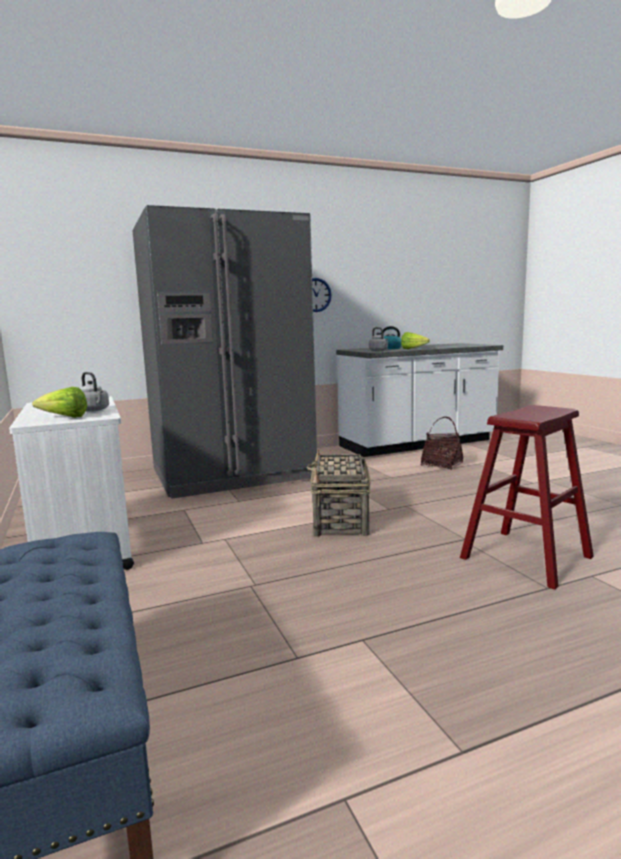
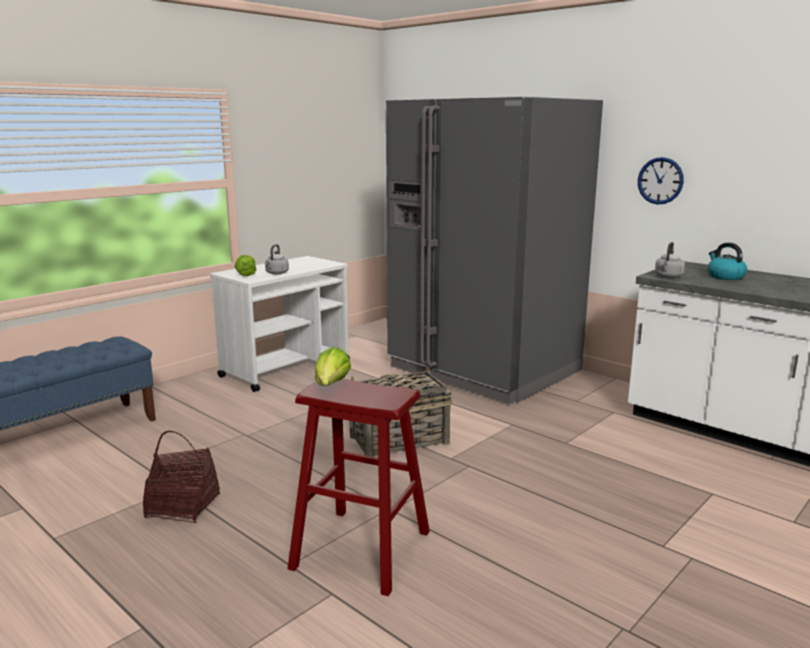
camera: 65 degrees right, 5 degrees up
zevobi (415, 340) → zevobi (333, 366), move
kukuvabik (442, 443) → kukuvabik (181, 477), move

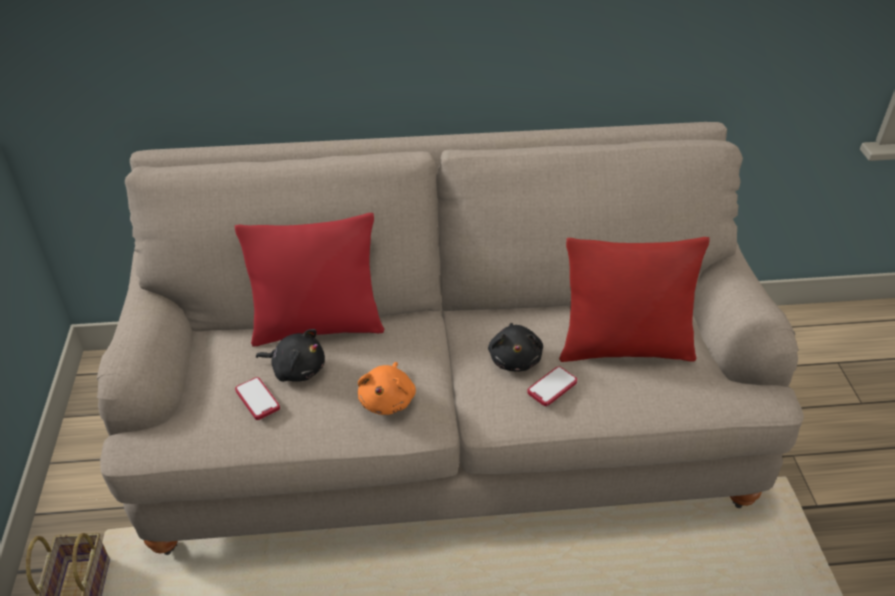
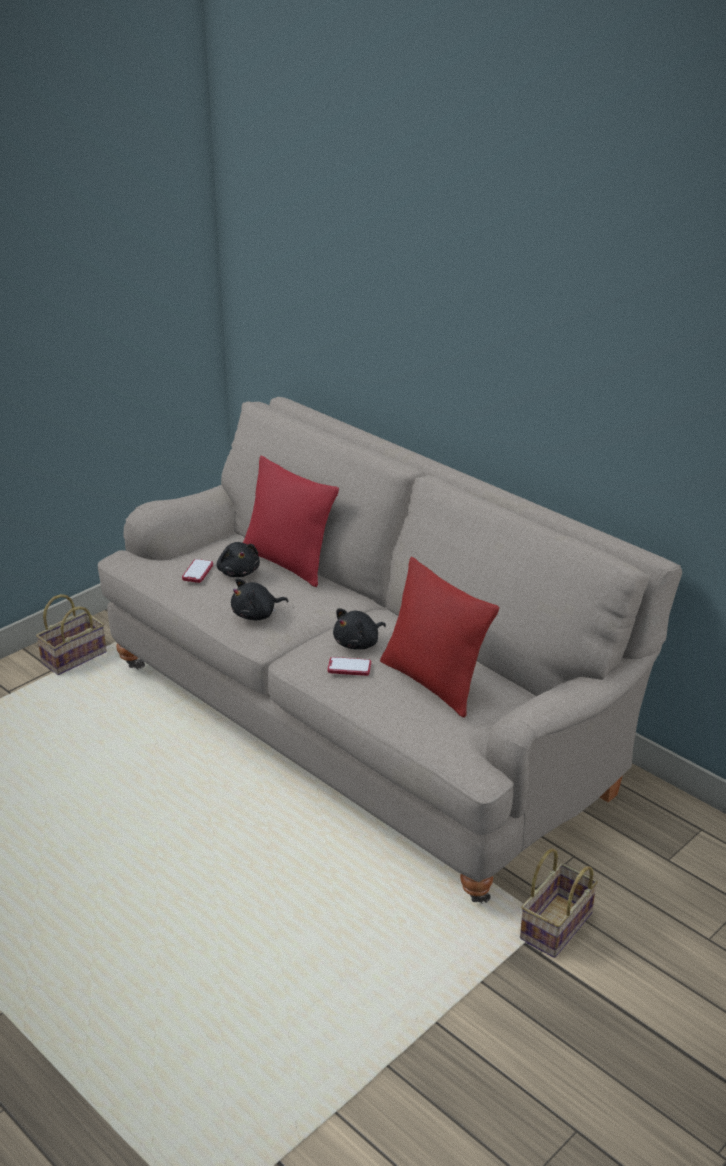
camera: 50 degrees right, 10 degrees down
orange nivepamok (387, 388) → black nivepamok (260, 599)
- → kukuvabik (559, 903)

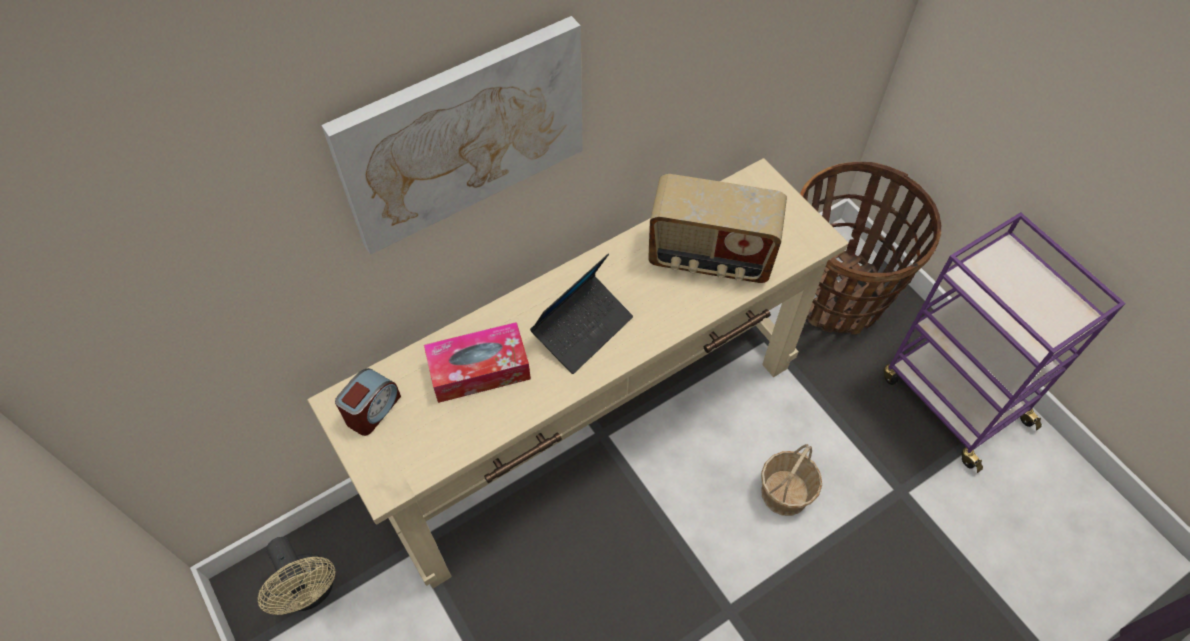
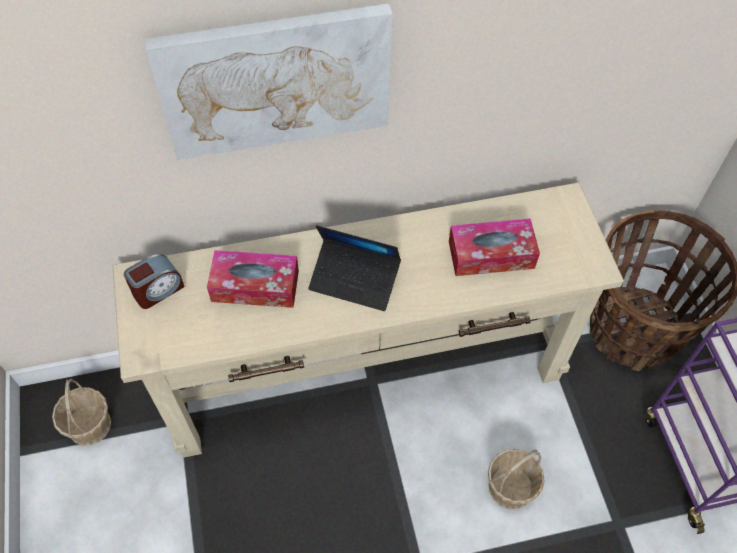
camera: 20 degrees right, 0 degrees up
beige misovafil (296, 576) → kukuvabik (81, 412)
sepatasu (581, 314) → sepatasu (354, 268), 45 degrees clockwise
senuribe (717, 228) → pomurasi (494, 247)

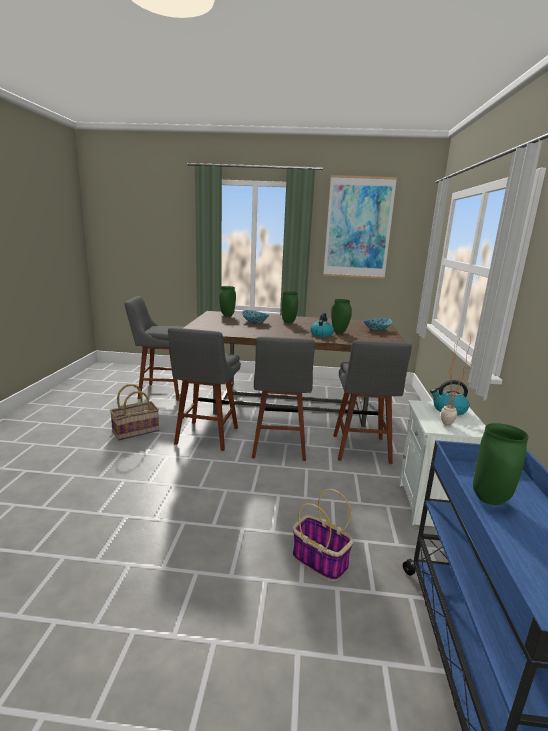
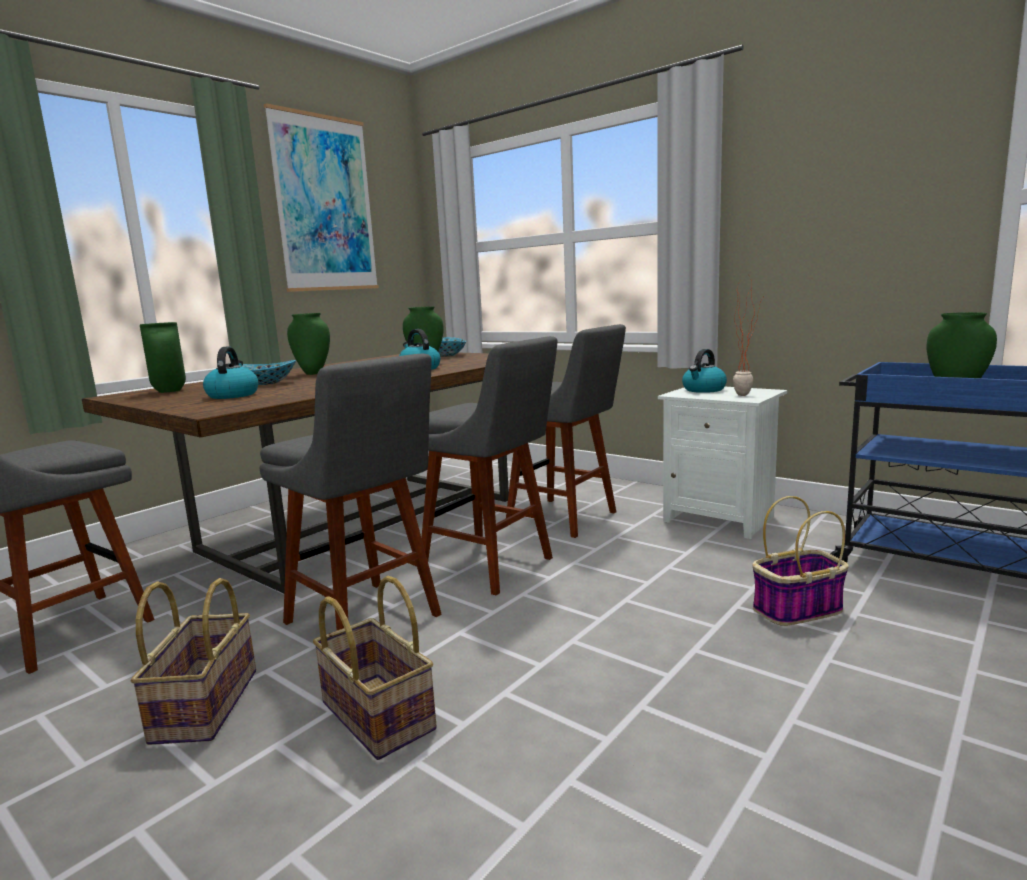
camera: 55 degrees left, 5 degrees down
- → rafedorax (231, 372)
- → kukuvabik (375, 668)

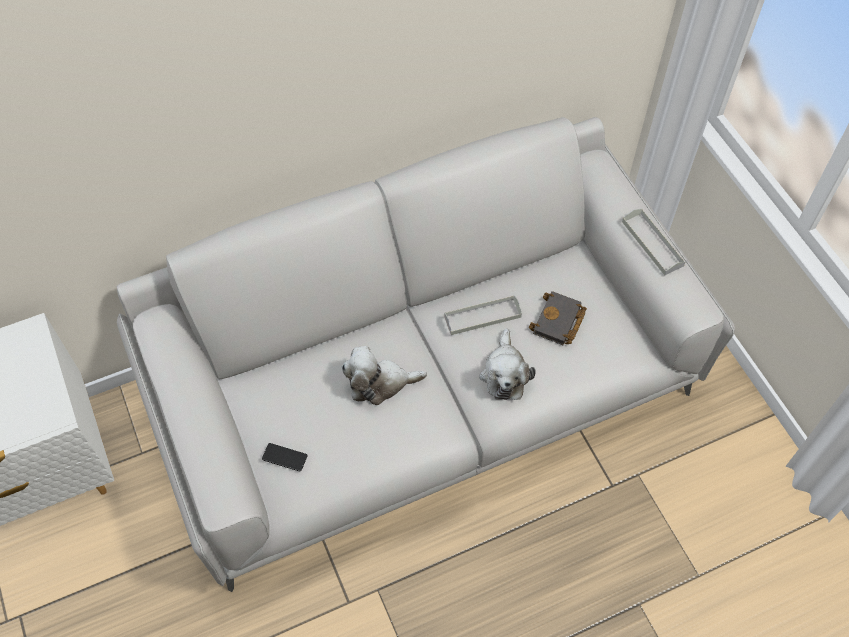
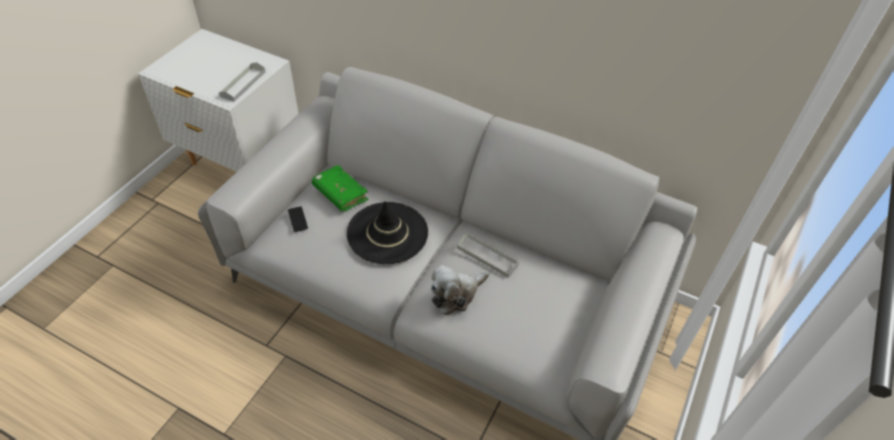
camera: 50 degrees right, 10 degrees down
nivepamok (384, 375) → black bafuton (387, 232)
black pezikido (558, 318) → -
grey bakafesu (654, 242) → grey bakafesu (242, 82), move
- → green pezikido (340, 188)

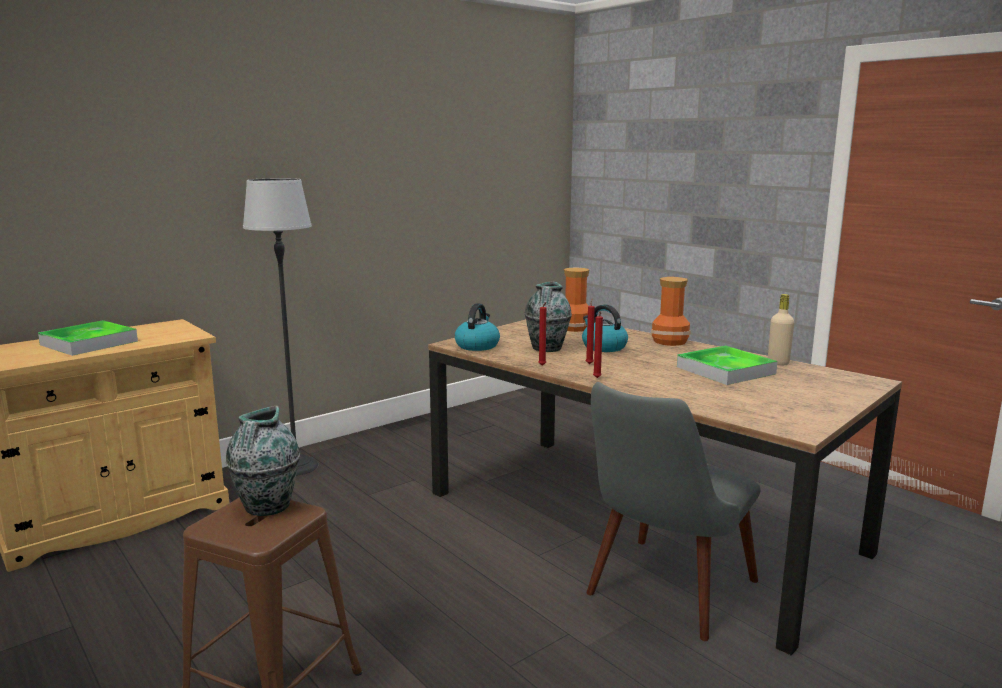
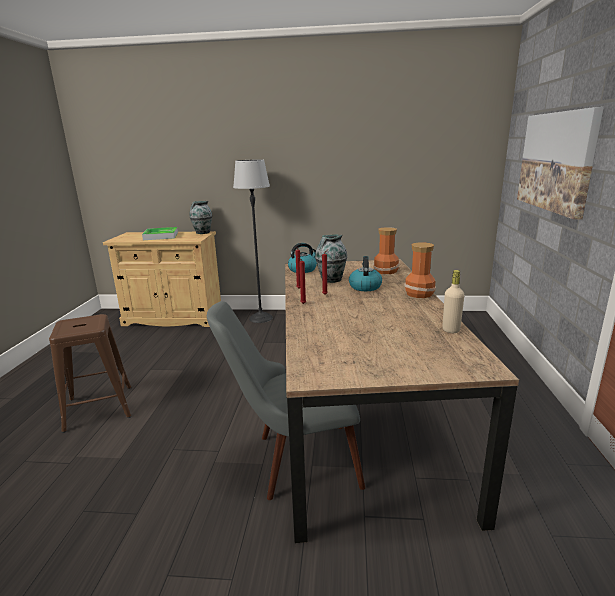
camera: 45 degrees right, 5 degrees up
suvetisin (263, 461) → suvetisin (200, 217), move
bakafesu (727, 365) → -
- → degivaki (560, 163)

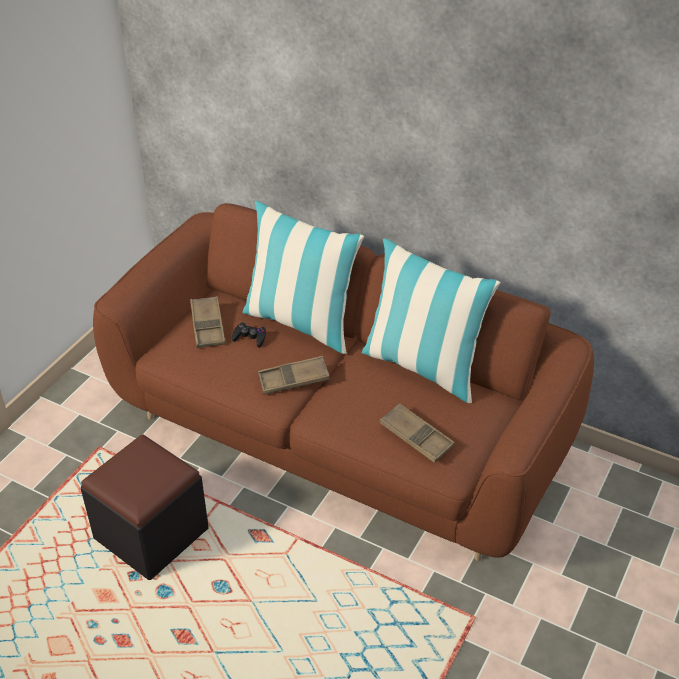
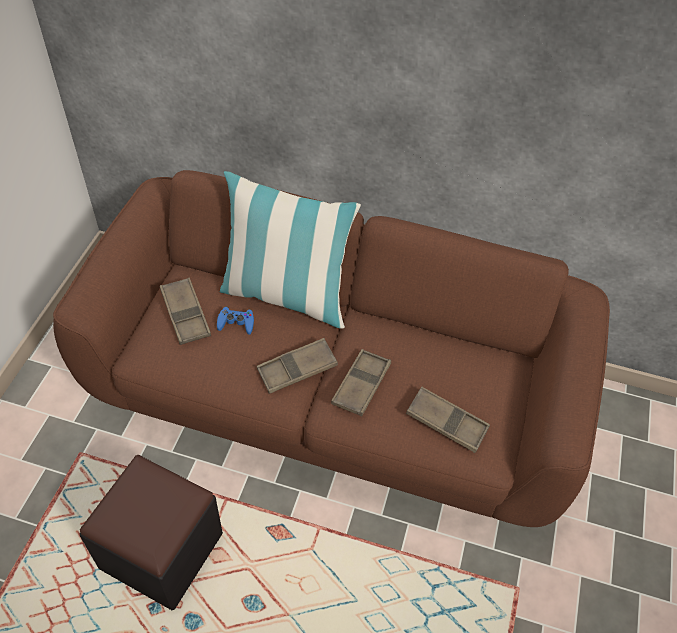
camera: 15 degrees left, 10 degrees up
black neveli (249, 335) → blue neveli (235, 320)
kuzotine (430, 320) → -
- → brown bakafesu (361, 382)

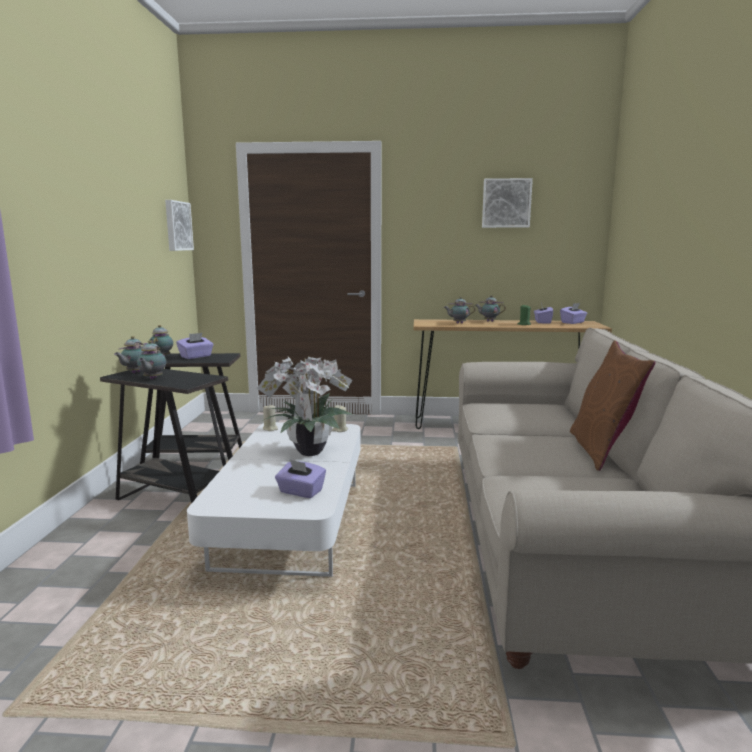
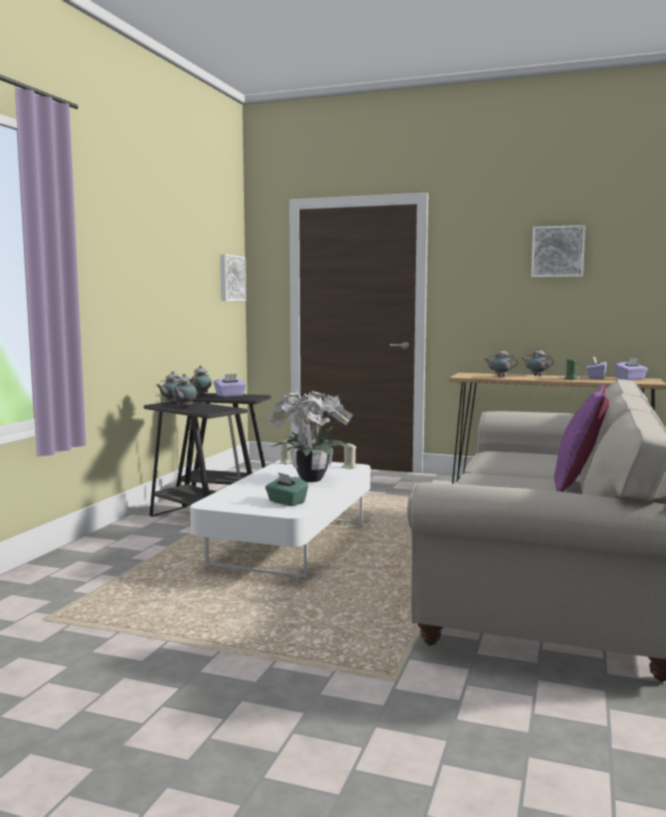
camera: 15 degrees right, 5 degrees down
purple pomurasi (300, 478) → green pomurasi (286, 489)
brown kuzotine (612, 405) → purple kuzotine (581, 438)

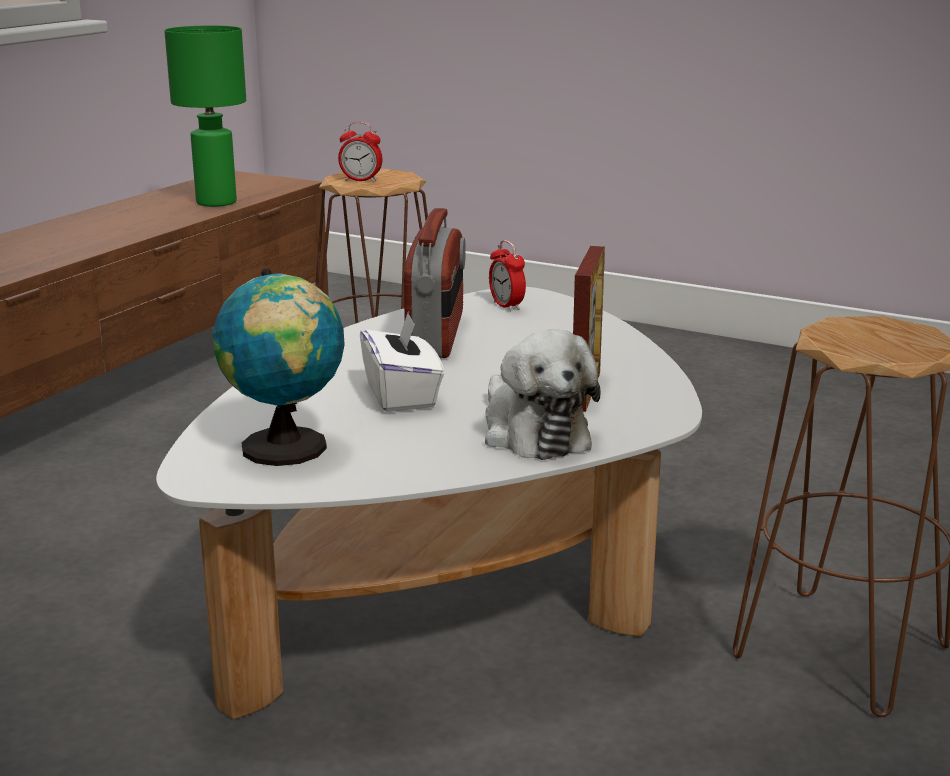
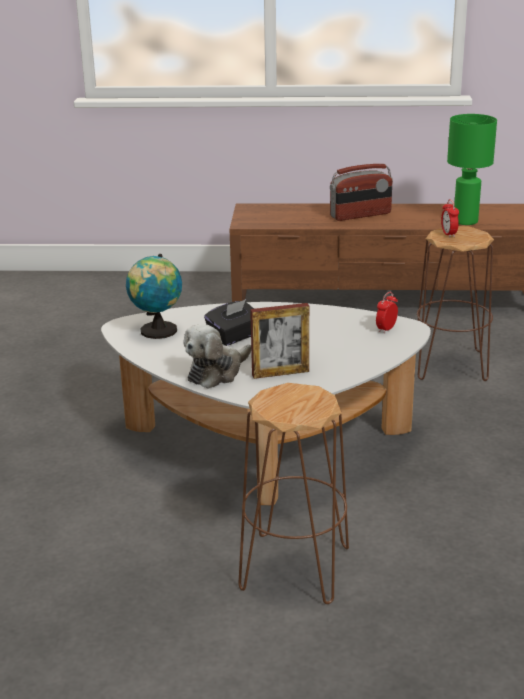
camera: 65 degrees right, 5 degrees up
white pomurasi (402, 361) → black pomurasi (229, 322)
senuribe (435, 283) → senuribe (361, 192), move

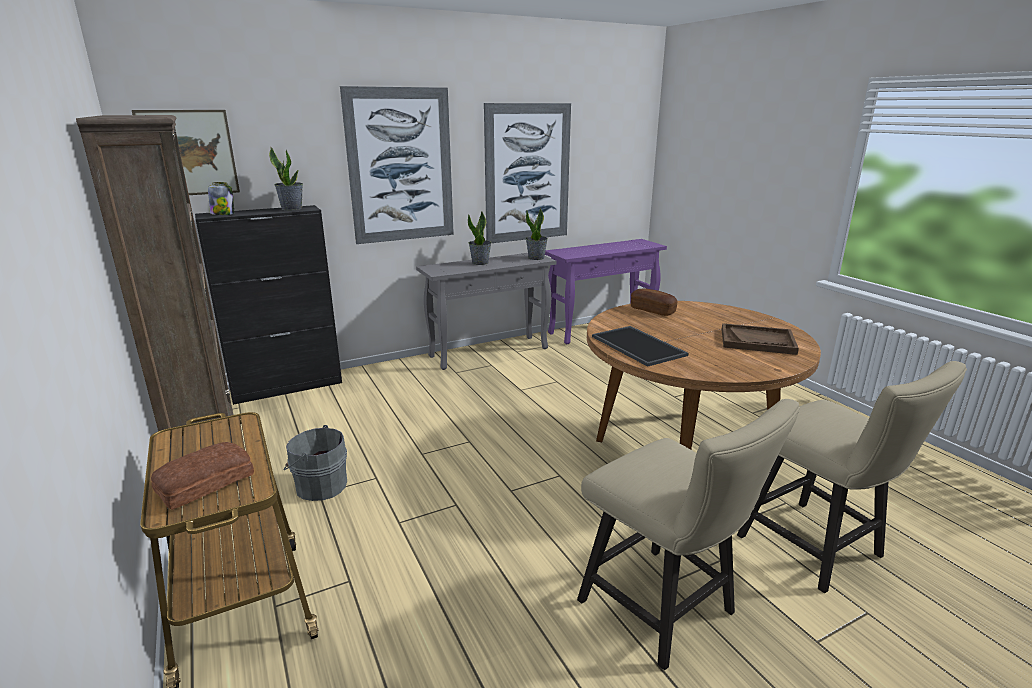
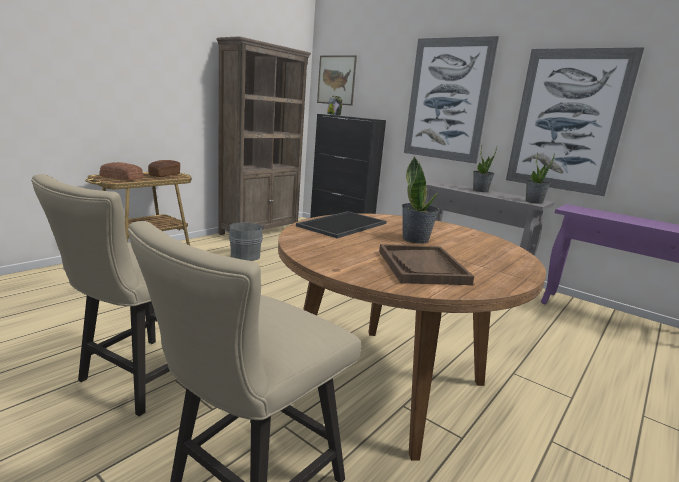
camera: 65 degrees right, 5 degrees down
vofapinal (286, 178) → vofapinal (420, 199), move
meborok (654, 302) → meborok (164, 168), move

